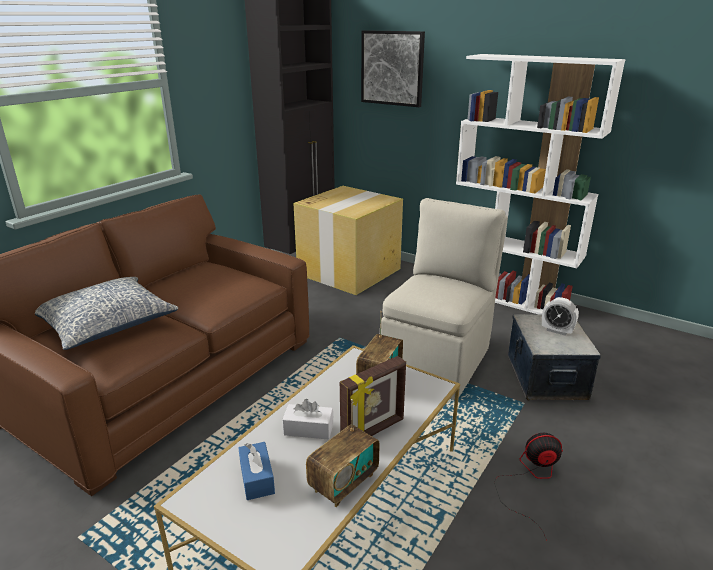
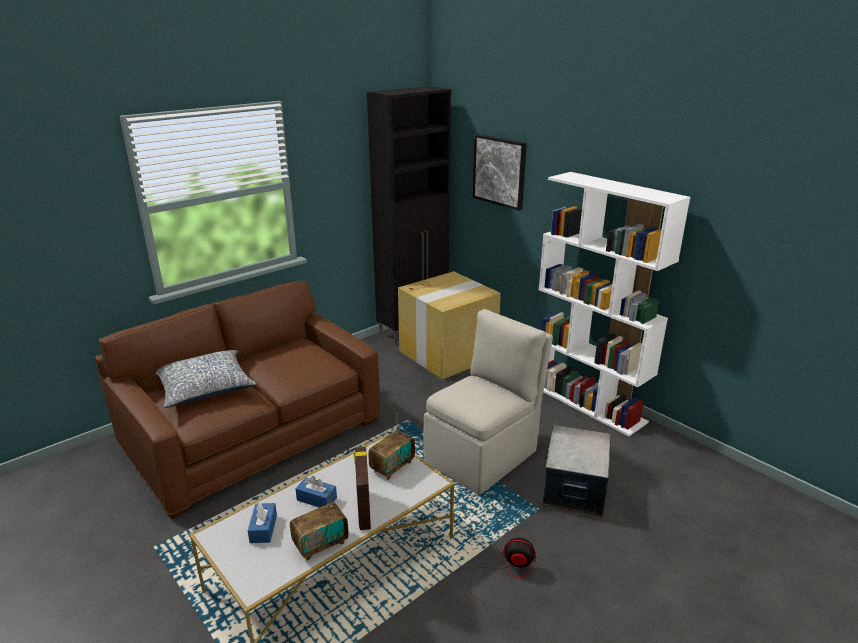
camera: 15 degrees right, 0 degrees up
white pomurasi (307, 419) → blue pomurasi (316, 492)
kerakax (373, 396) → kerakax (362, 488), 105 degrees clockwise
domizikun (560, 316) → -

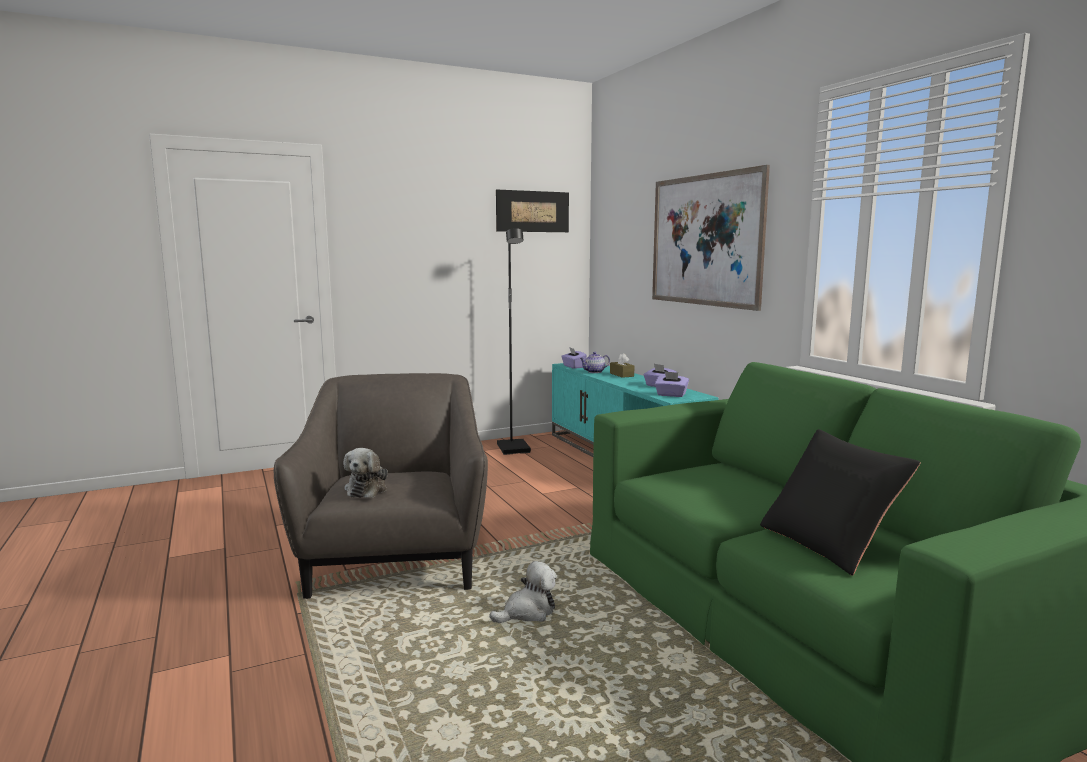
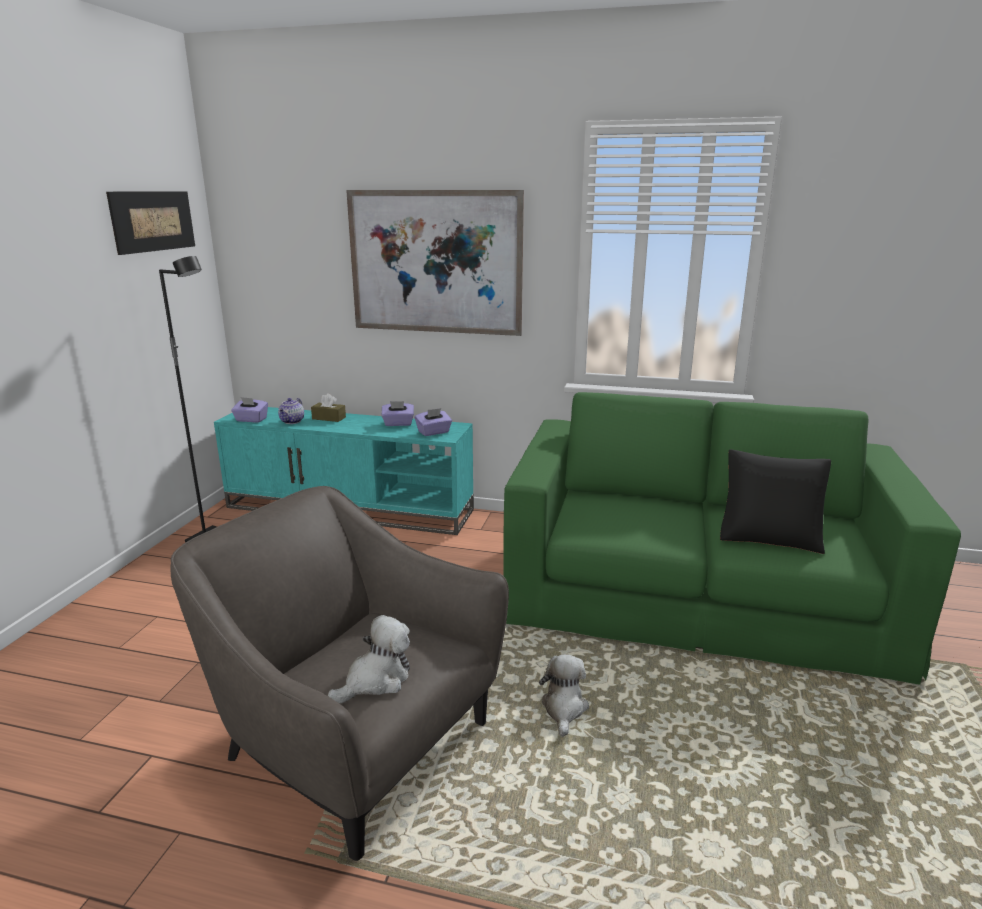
camera: 50 degrees left, 10 degrees up
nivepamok (366, 473) → nivepamok (369, 659), 90 degrees counterclockwise

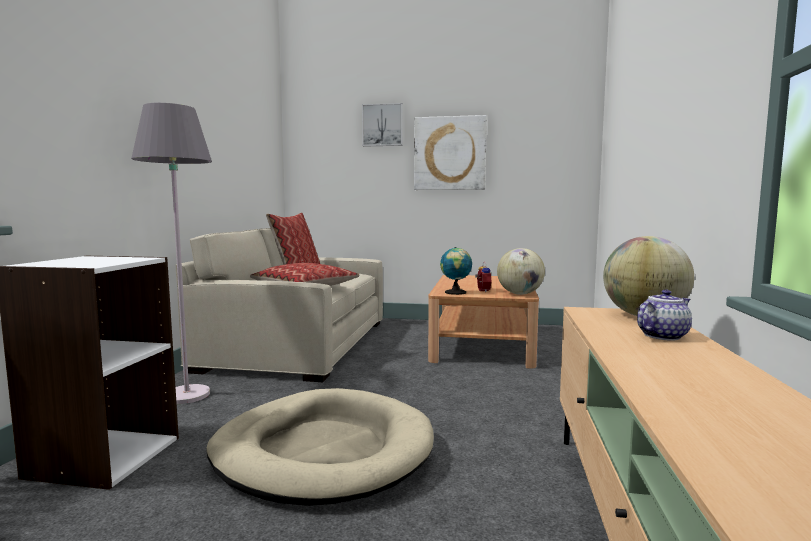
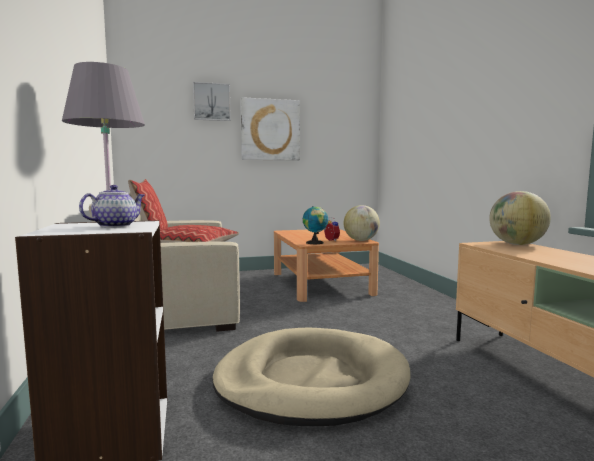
camera: 25 degrees left, 0 degrees up
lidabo (664, 315) → lidabo (112, 206), move

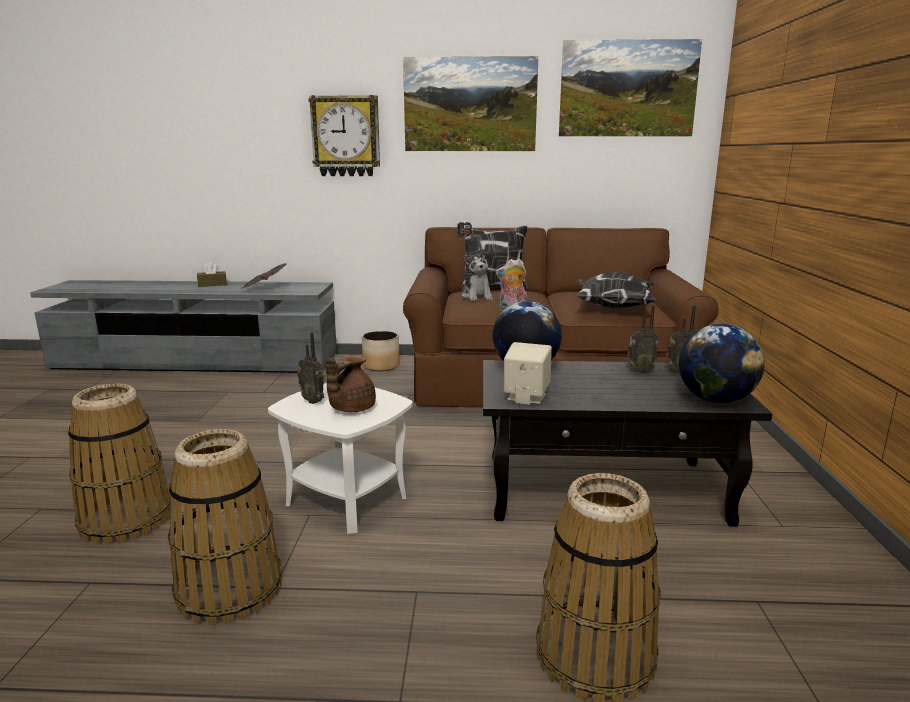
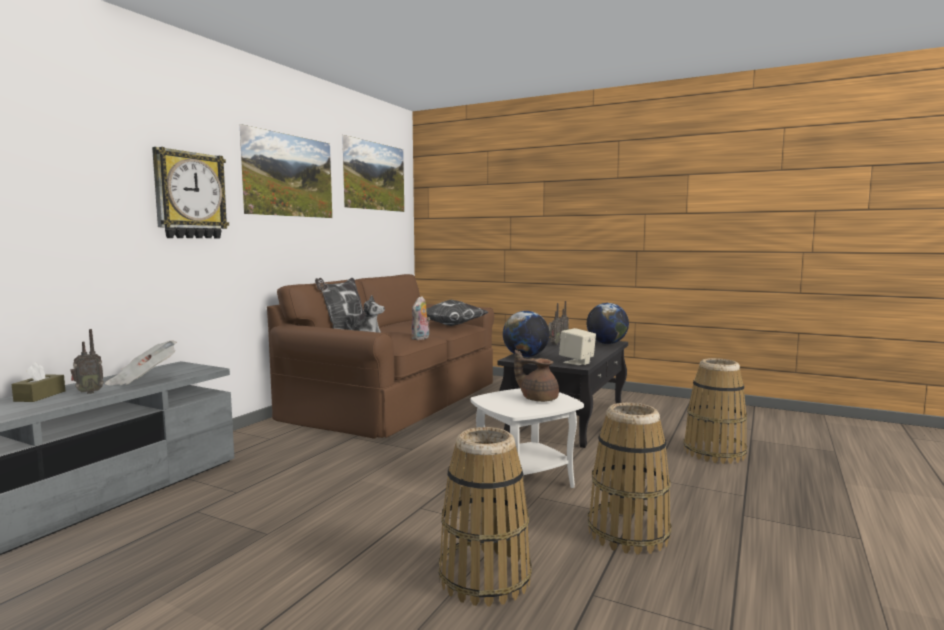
camera: 65 degrees left, 10 degrees down
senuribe (311, 368) → senuribe (87, 361), move
brown lidabo (351, 383) → brown lidabo (536, 376), 150 degrees clockwise
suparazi (381, 351) → -

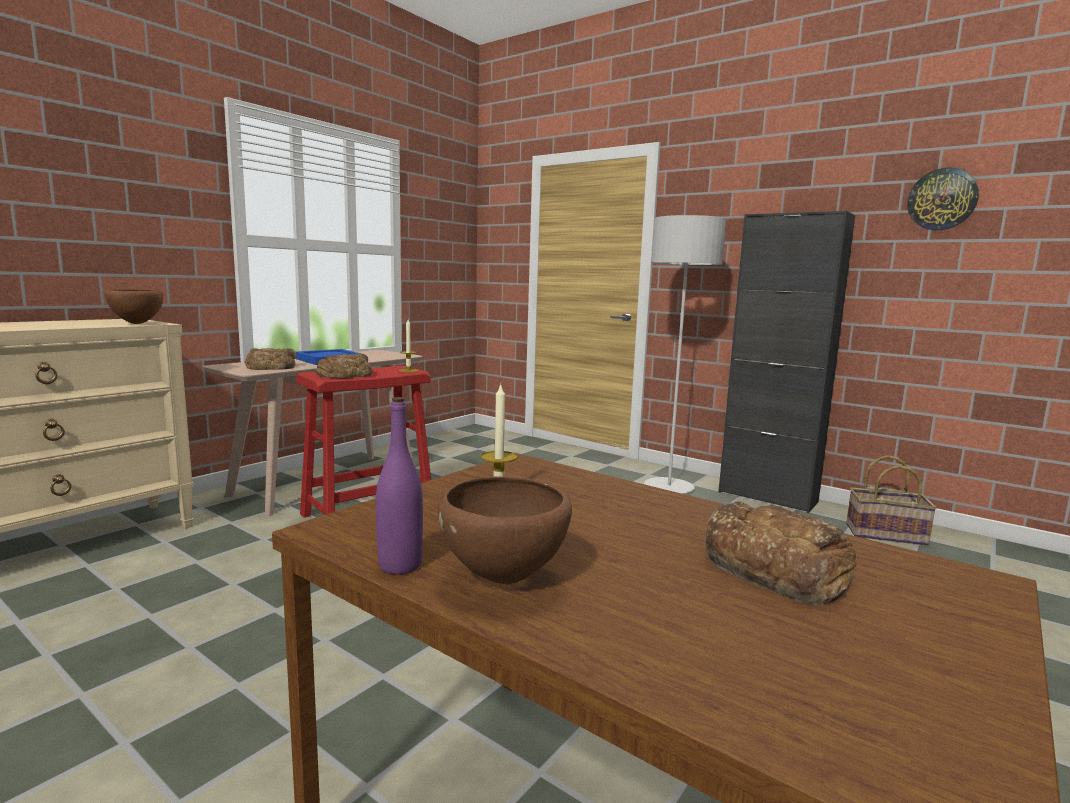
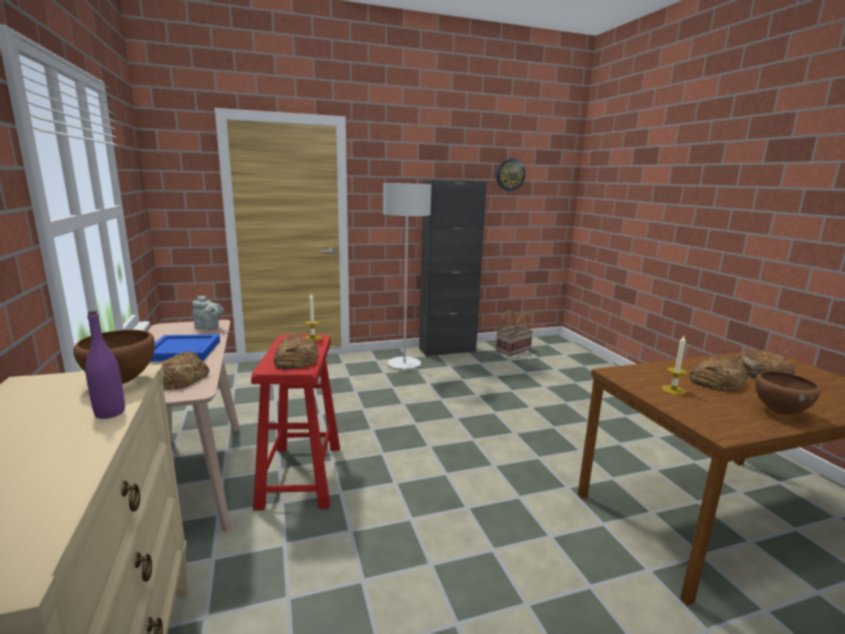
camera: 55 degrees left, 5 degrees up
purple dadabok (399, 485) → purple dadabok (105, 364), move
- → grey lidabo (208, 313)
- → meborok (718, 373)

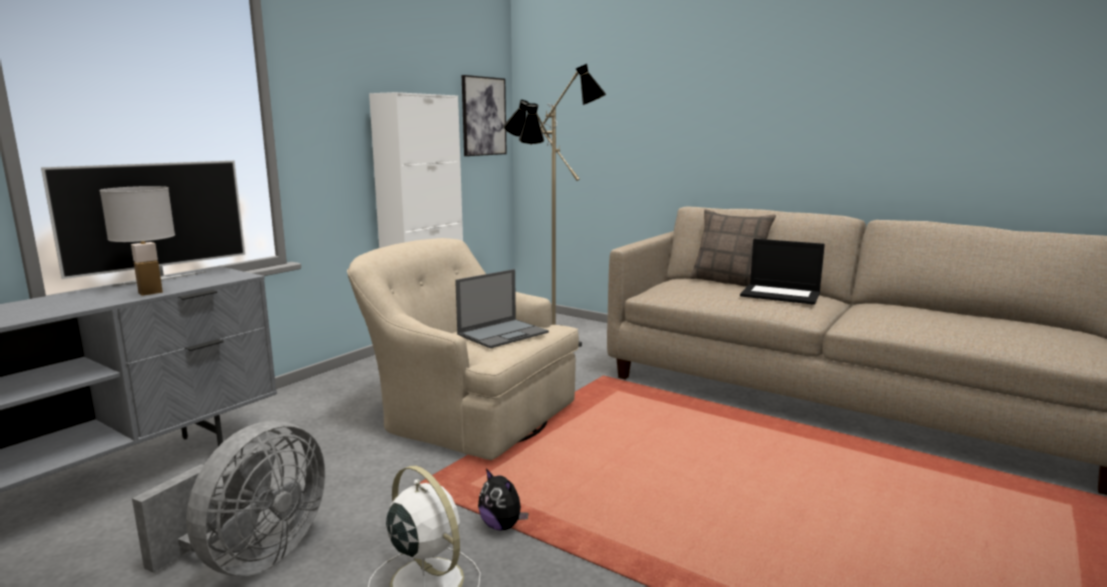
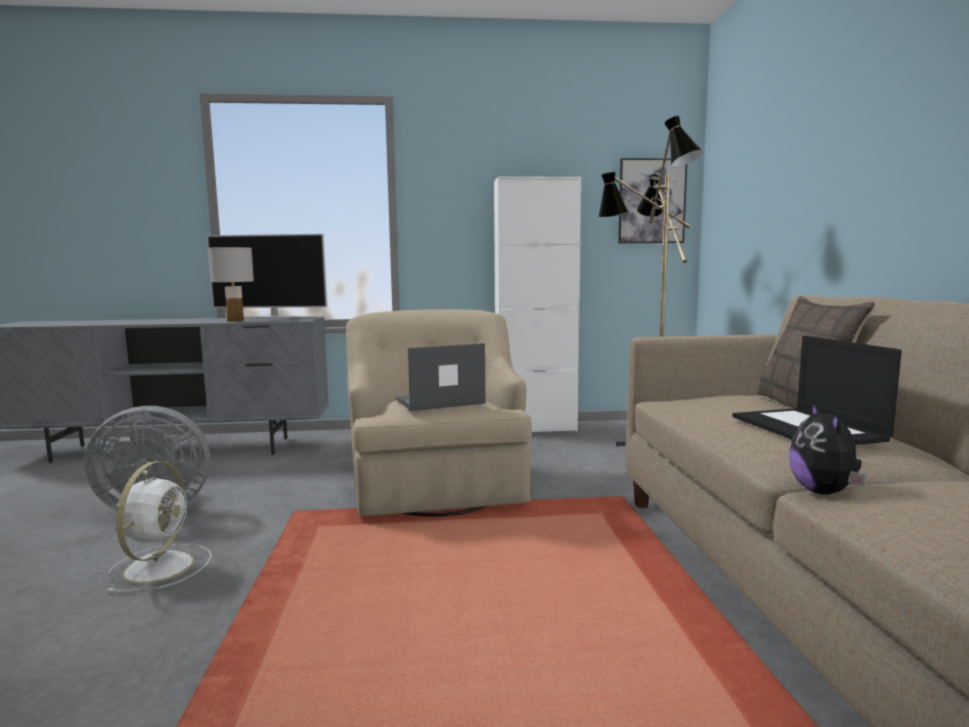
camera: 50 degrees right, 5 degrees down
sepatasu (502, 308) → sepatasu (440, 377), 150 degrees clockwise
nivepamok (503, 500) → nivepamok (827, 448), move

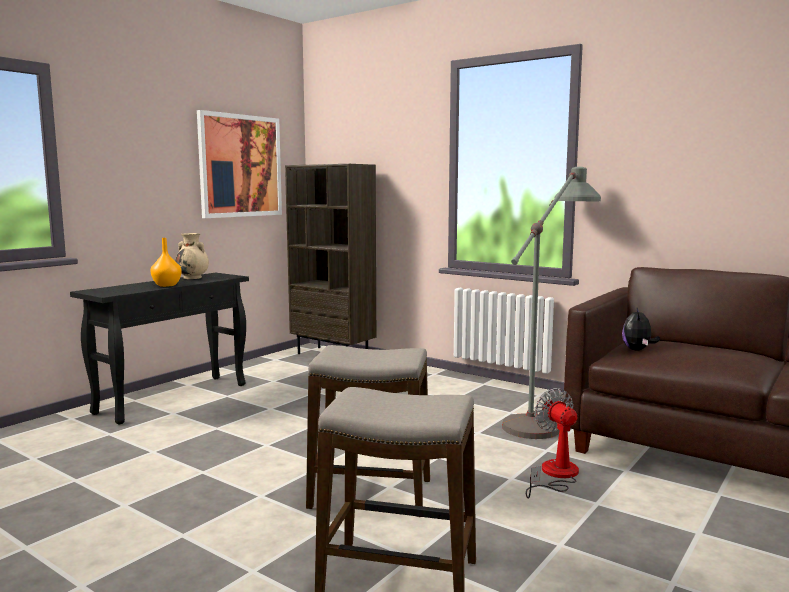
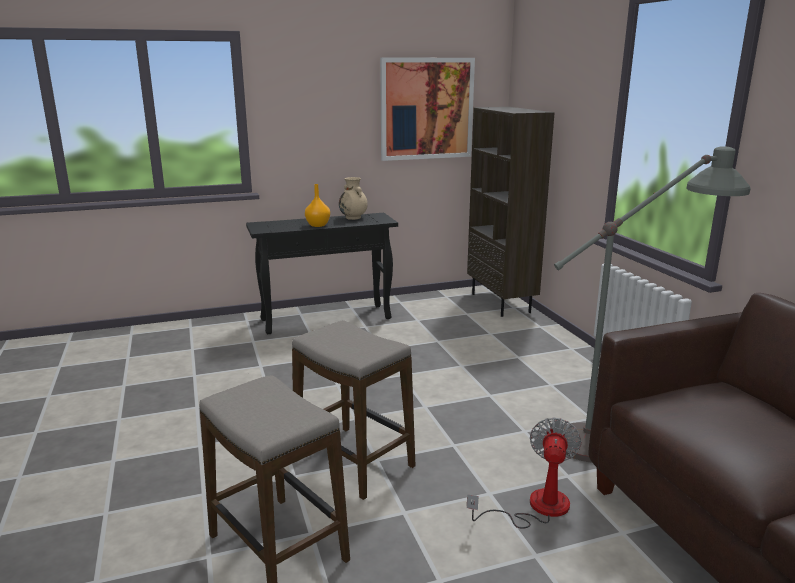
camera: 35 degrees right, 10 degrees up
nivepamok (641, 329) → -

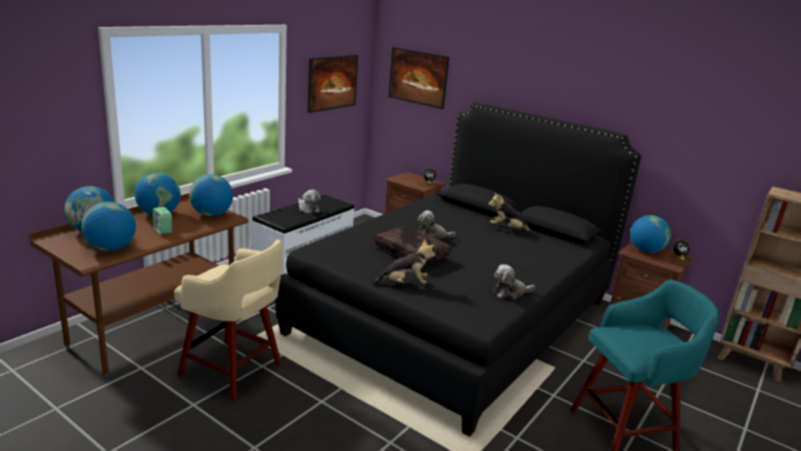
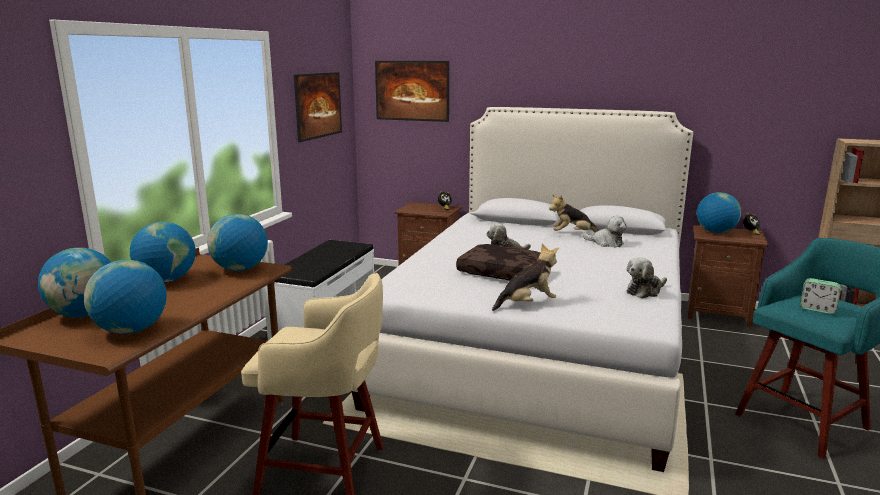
camera: 15 degrees left, 5 degrees down
domizikun (162, 220) → domizikun (820, 296), move
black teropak (458, 270) → white teropak (522, 289)
nivepamok (309, 202) → nivepamok (605, 232), move

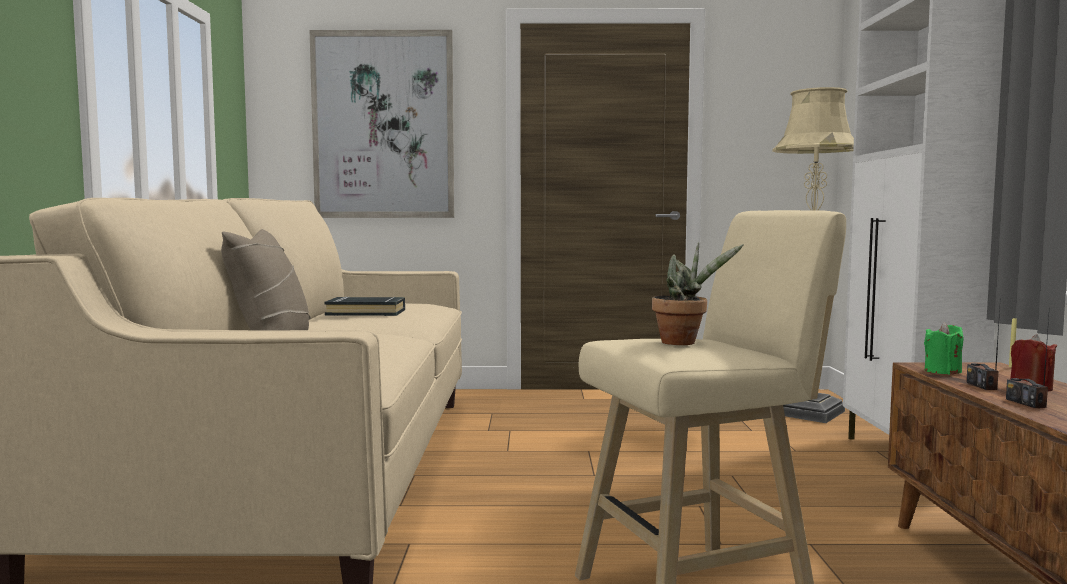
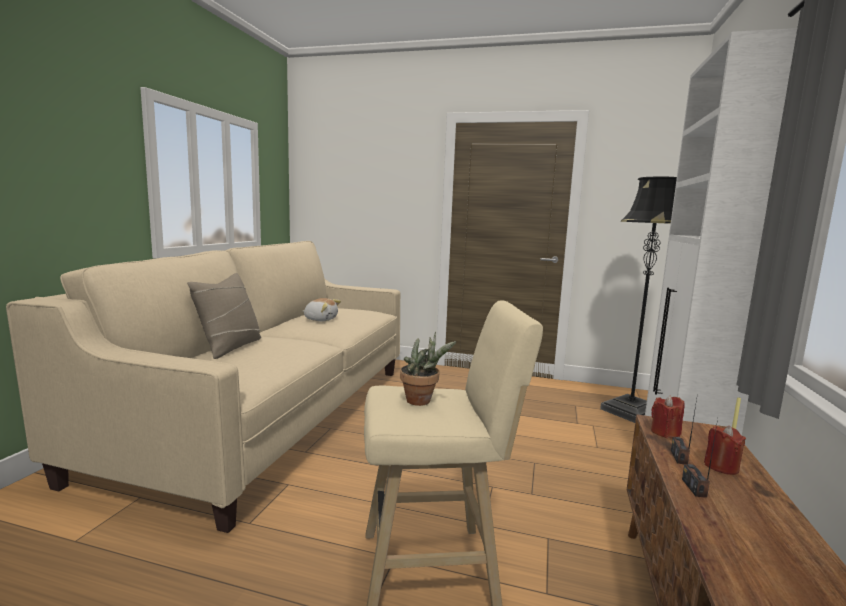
camera: 15 degrees right, 5 degrees up
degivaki (382, 124) → -
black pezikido (365, 306) → nivepamok (322, 309)
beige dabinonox (813, 255) → black dabinonox (638, 300)
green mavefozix (944, 348) → red mavefozix (668, 416)

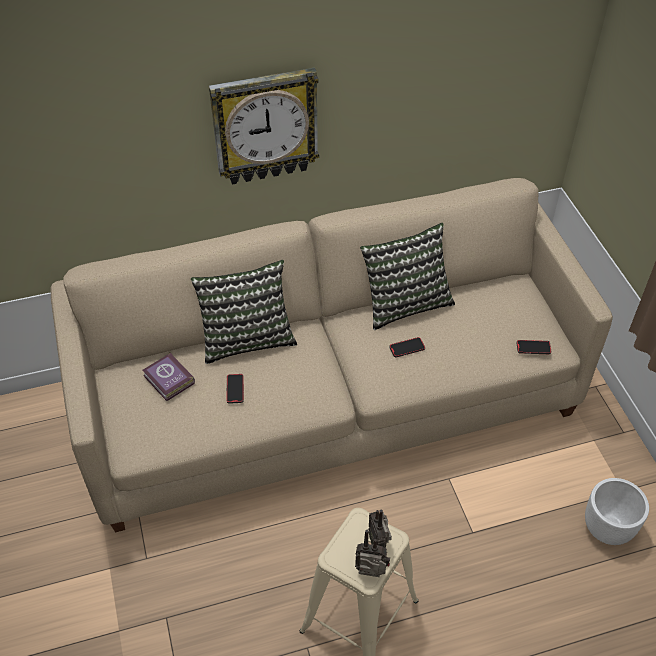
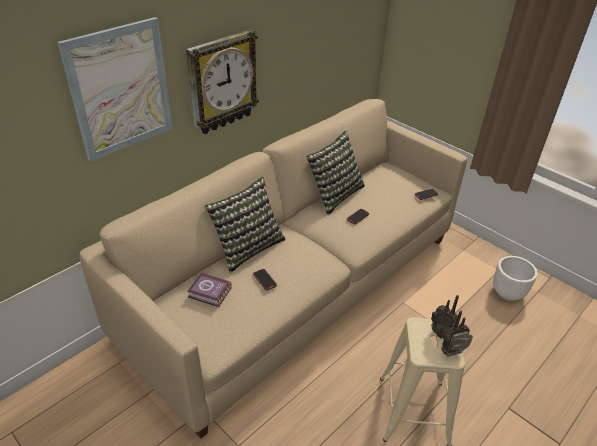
camera: 30 degrees left, 10 degrees down
- → degivaki (115, 89)

